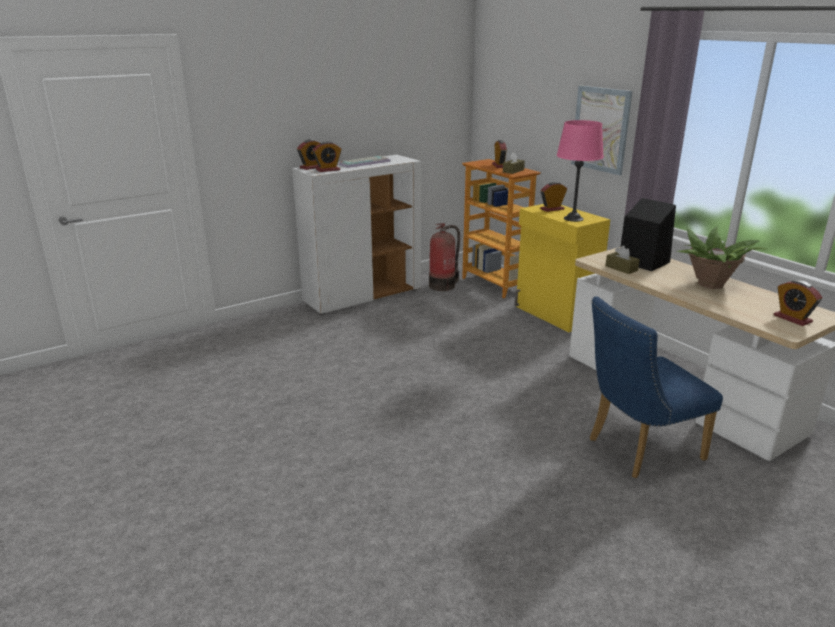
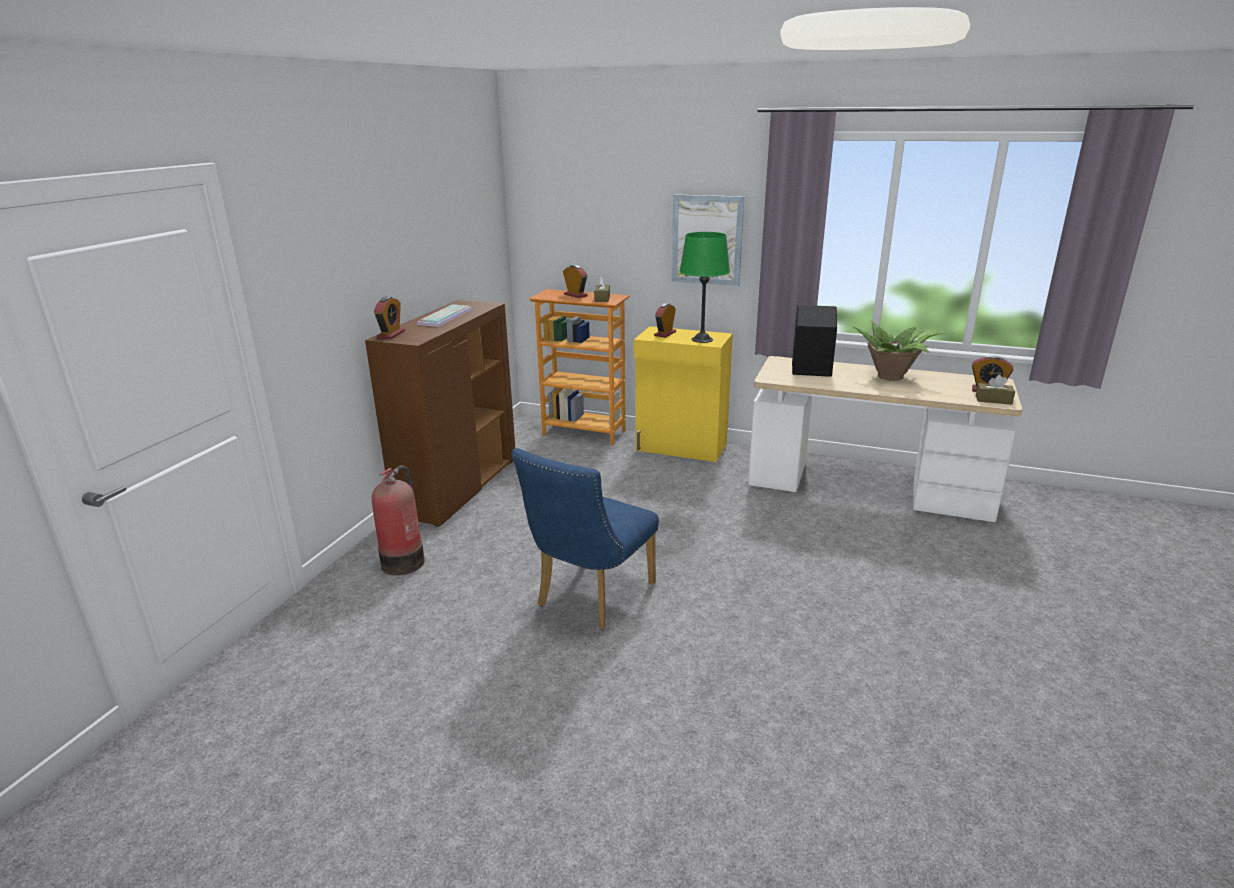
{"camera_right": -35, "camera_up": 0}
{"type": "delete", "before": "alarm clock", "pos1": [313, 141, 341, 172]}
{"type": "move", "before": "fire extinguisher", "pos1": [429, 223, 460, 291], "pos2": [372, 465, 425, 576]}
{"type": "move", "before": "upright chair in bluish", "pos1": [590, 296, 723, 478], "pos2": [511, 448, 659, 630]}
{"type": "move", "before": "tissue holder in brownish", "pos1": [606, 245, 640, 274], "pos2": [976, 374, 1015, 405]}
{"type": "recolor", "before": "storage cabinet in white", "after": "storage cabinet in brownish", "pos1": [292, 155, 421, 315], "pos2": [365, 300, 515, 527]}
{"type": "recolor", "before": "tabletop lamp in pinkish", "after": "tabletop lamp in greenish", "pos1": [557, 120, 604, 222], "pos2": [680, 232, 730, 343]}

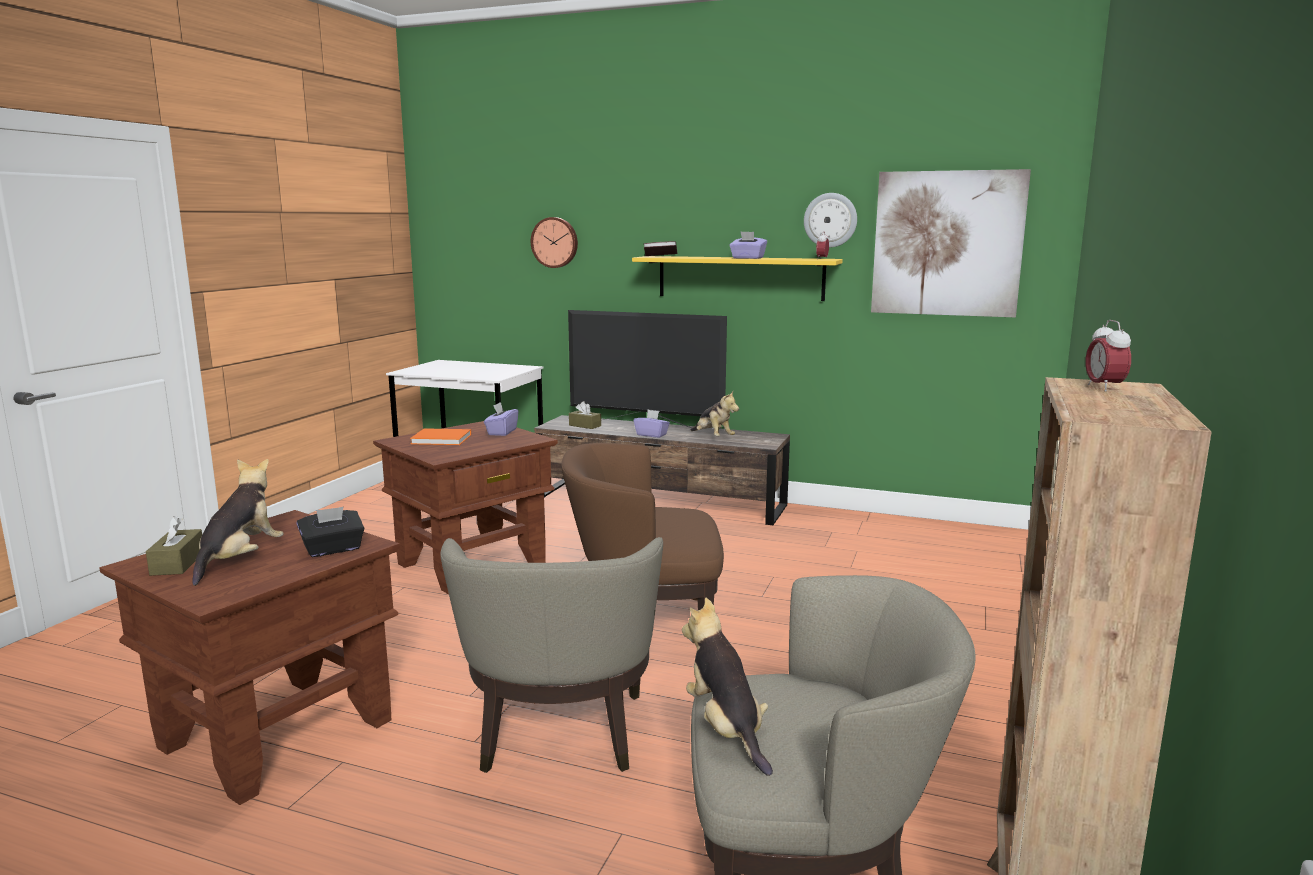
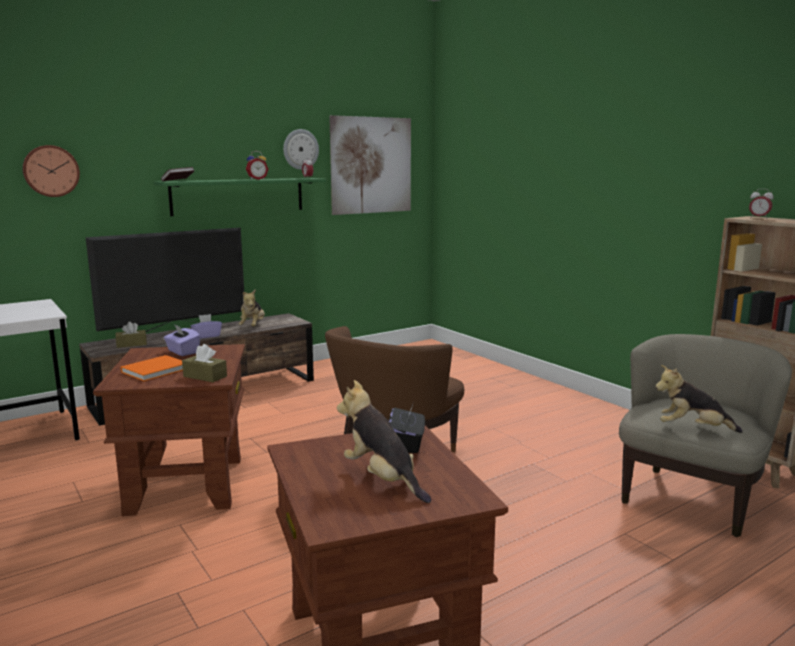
{"camera_right": -55, "camera_up": 0}
{"type": "delete", "before": "easy chair in beige-coloured", "pos1": [441, 537, 663, 773]}
{"type": "move", "before": "tissue holder in brownish", "pos1": [146, 516, 202, 576], "pos2": [182, 344, 227, 382]}
{"type": "replace", "before": "tissue holder in purplish", "after": "alarm clock", "pos1": [729, 231, 767, 259], "pos2": [246, 151, 268, 180]}
{"type": "recolor", "before": "shelf in yellow", "after": "shelf in greenish", "pos1": [632, 256, 843, 301], "pos2": [154, 178, 326, 216]}
{"type": "rotate", "before": "cuddly toy", "pos1": [690, 391, 739, 436], "pos2": [238, 289, 265, 326], "turn": 90}

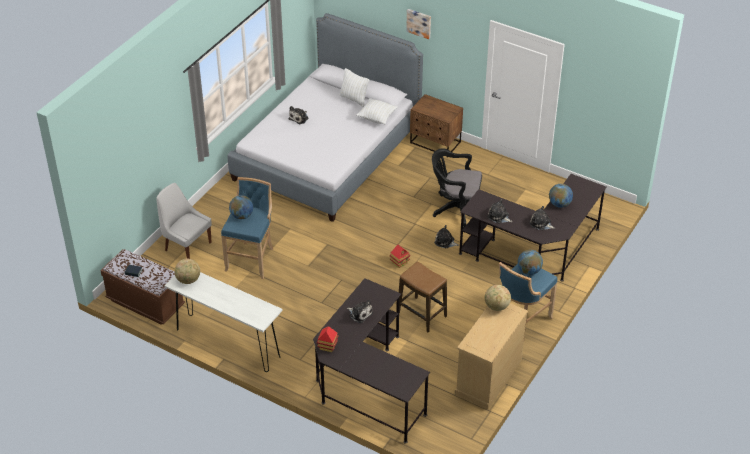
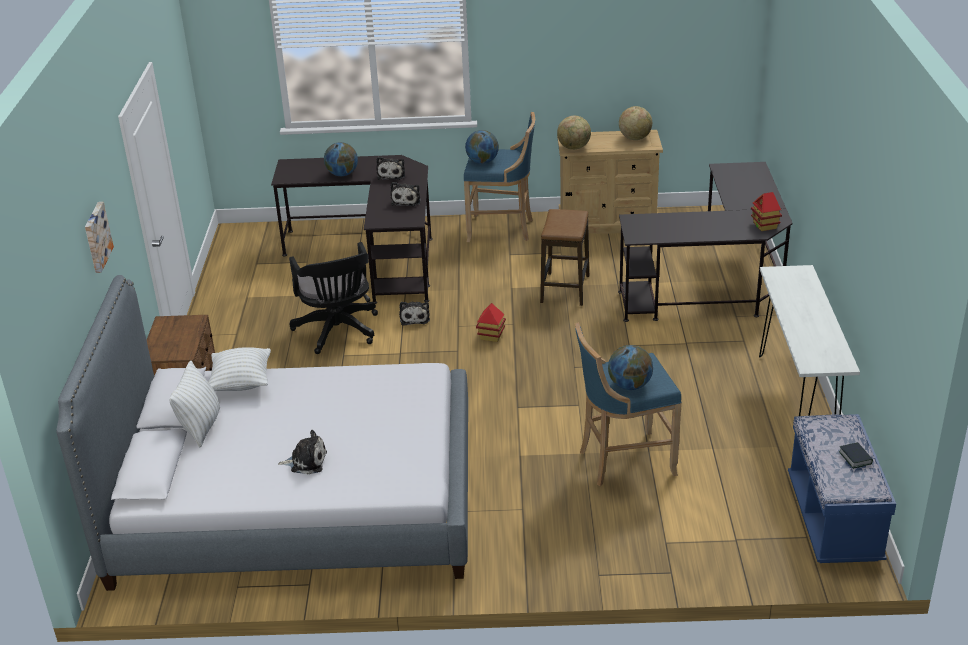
{"camera_right": -120, "camera_up": -10}
{"type": "delete", "before": "upright chair in white", "pos1": [156, 183, 212, 259]}
{"type": "delete", "before": "cuddly toy", "pos1": [347, 300, 373, 323]}
{"type": "move", "before": "world globe", "pos1": [174, 259, 200, 284], "pos2": [619, 106, 652, 140]}
{"type": "recolor", "before": "indoor bench in brownish", "after": "indoor bench in bluish", "pos1": [100, 249, 185, 325], "pos2": [788, 414, 896, 563]}

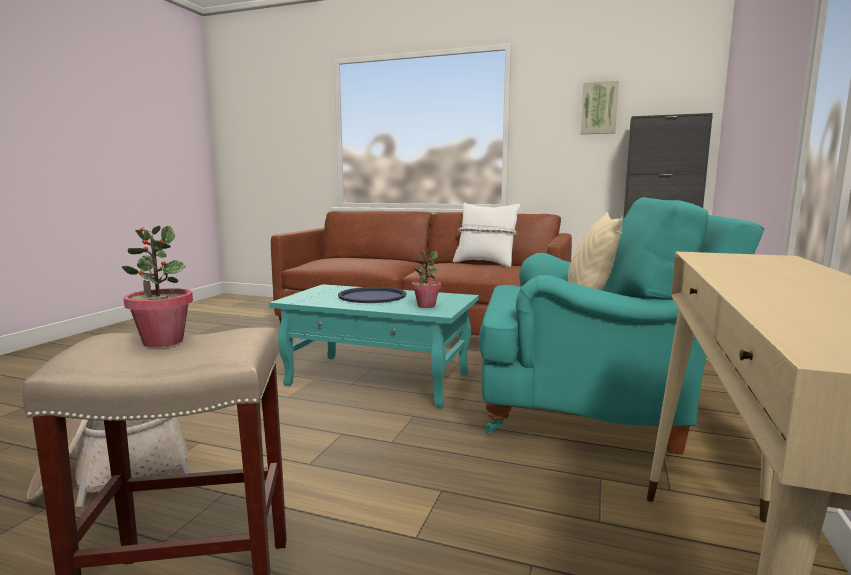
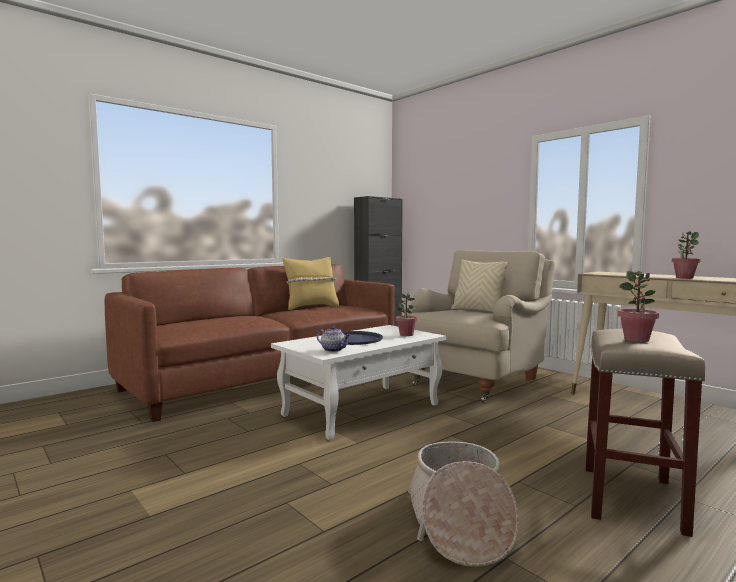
{"camera_right": -60, "camera_up": -5}
{"type": "delete", "before": "picture", "pos1": [581, 80, 619, 134]}
{"type": "insert", "after": "tea pot", "pos2": [317, 326, 351, 352]}
{"type": "insert", "after": "plant in a pot", "pos2": [672, 232, 701, 279]}
{"type": "recolor", "before": "low table in turquoise", "after": "low table in white", "pos1": [269, 284, 479, 408], "pos2": [271, 325, 446, 440]}
{"type": "recolor", "before": "pillow in white", "after": "pillow in yellow", "pos1": [453, 203, 520, 267], "pos2": [283, 257, 339, 310]}
{"type": "recolor", "before": "easy chair in turquoise", "after": "easy chair in beige-coloured", "pos1": [479, 197, 764, 454], "pos2": [403, 250, 555, 402]}

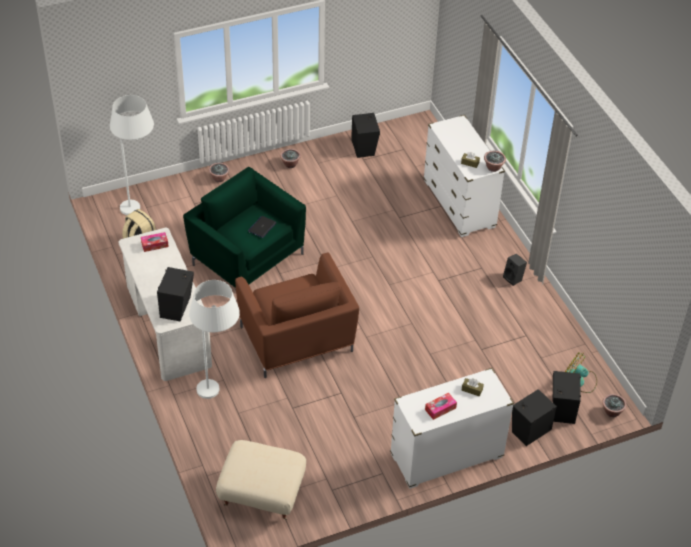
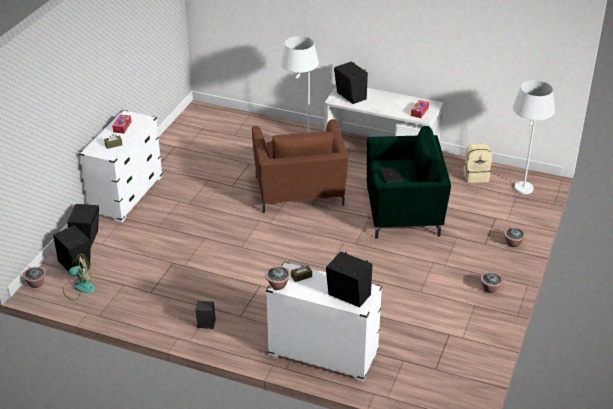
{"camera_right": 135, "camera_up": -10}
{"type": "delete", "before": "ottoman in beige-coloured", "pos1": [216, 440, 306, 520]}
{"type": "move", "before": "speaker in black", "pos1": [351, 113, 380, 158], "pos2": [326, 252, 372, 307]}
{"type": "rotate", "before": "easy chair in brownish", "pos1": [235, 253, 359, 378], "pos2": [252, 119, 348, 213], "turn": -120}

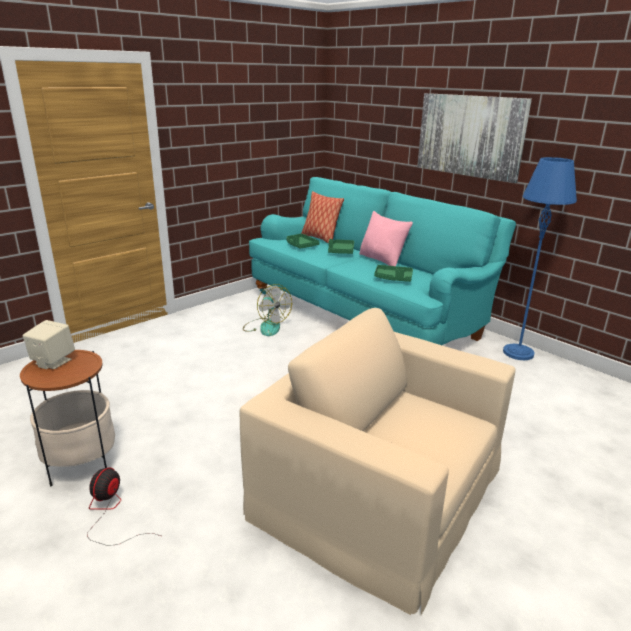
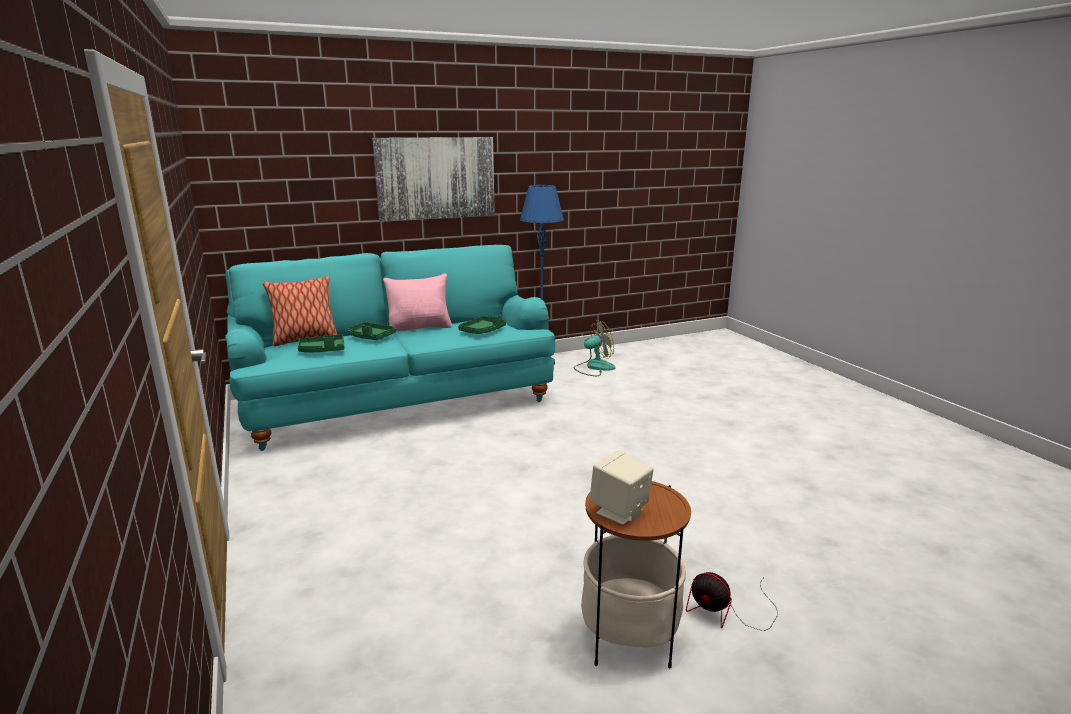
{"camera_right": -70, "camera_up": -5}
{"type": "delete", "before": "easy chair in beige-coloured", "pos1": [239, 308, 515, 615]}
{"type": "move", "before": "fan", "pos1": [243, 284, 292, 336], "pos2": [574, 320, 616, 376]}

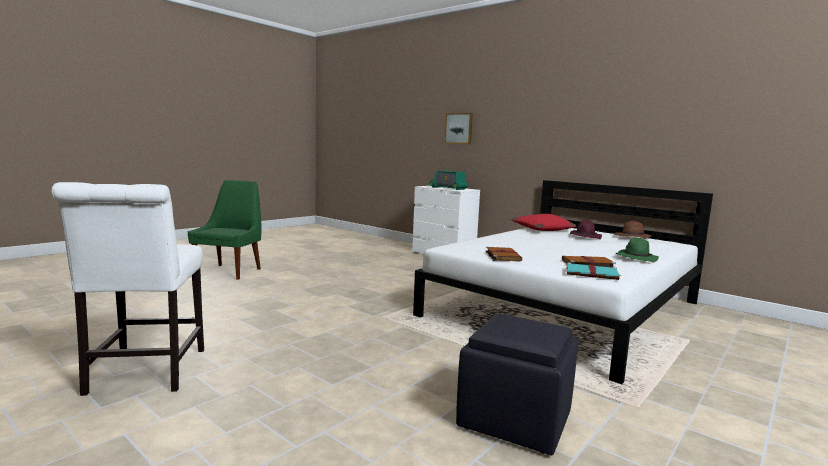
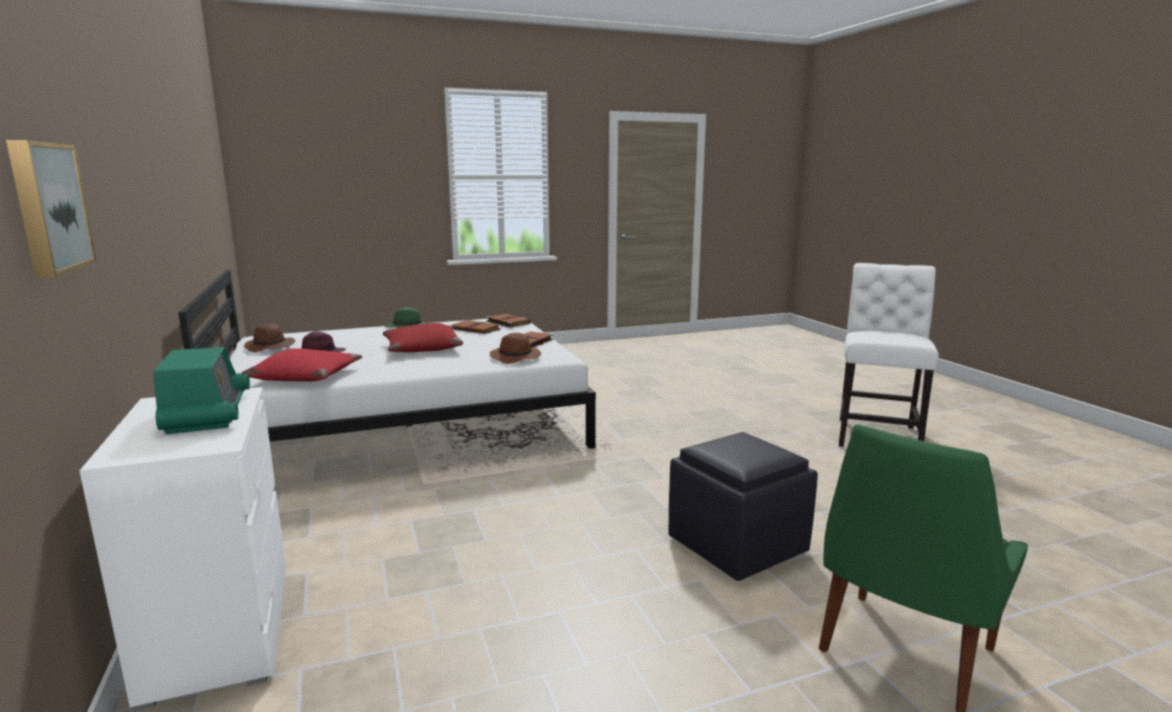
{"camera_right": -150, "camera_up": 5}
{"type": "insert", "after": "pillow in red-coloured", "pos2": [383, 323, 463, 352]}
{"type": "insert", "after": "clothing hat in brownish", "pos2": [490, 333, 541, 364]}
{"type": "move", "before": "ottoman in black", "pos1": [456, 314, 578, 455], "pos2": [669, 432, 818, 581]}
{"type": "recolor", "before": "volume in turquoise", "after": "volume in brownish", "pos1": [567, 263, 621, 280], "pos2": [486, 314, 531, 328]}

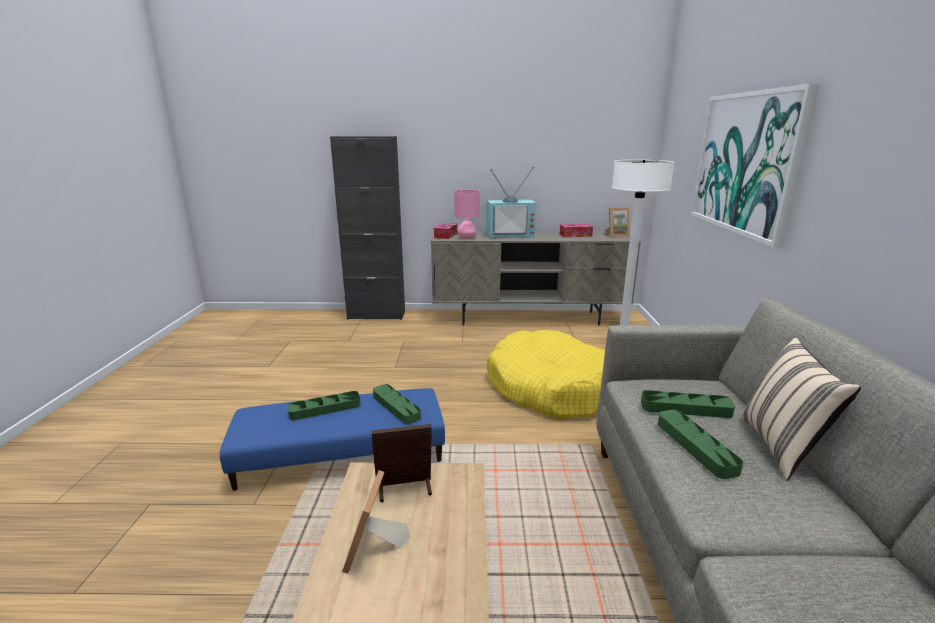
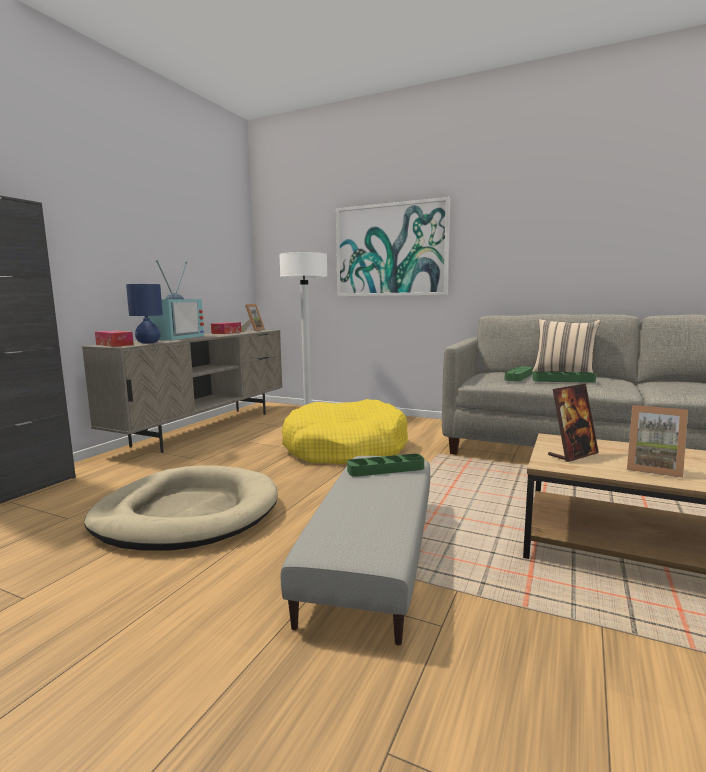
{"camera_right": -65, "camera_up": -10}
{"type": "delete", "before": "tray in greenish", "pos1": [288, 391, 361, 420]}
{"type": "insert", "after": "dog bed in beige-coloured", "pos2": [84, 465, 278, 551]}
{"type": "recolor", "before": "ottoman in bluish", "after": "ottoman in greyish", "pos1": [220, 388, 445, 491], "pos2": [281, 456, 430, 645]}
{"type": "recolor", "before": "tabletop lamp in pinkish", "after": "tabletop lamp in bluish", "pos1": [454, 190, 480, 239], "pos2": [126, 284, 163, 343]}
{"type": "rotate", "before": "standing frame", "pos1": [372, 424, 432, 502], "pos2": [548, 384, 599, 462], "turn": -135}

